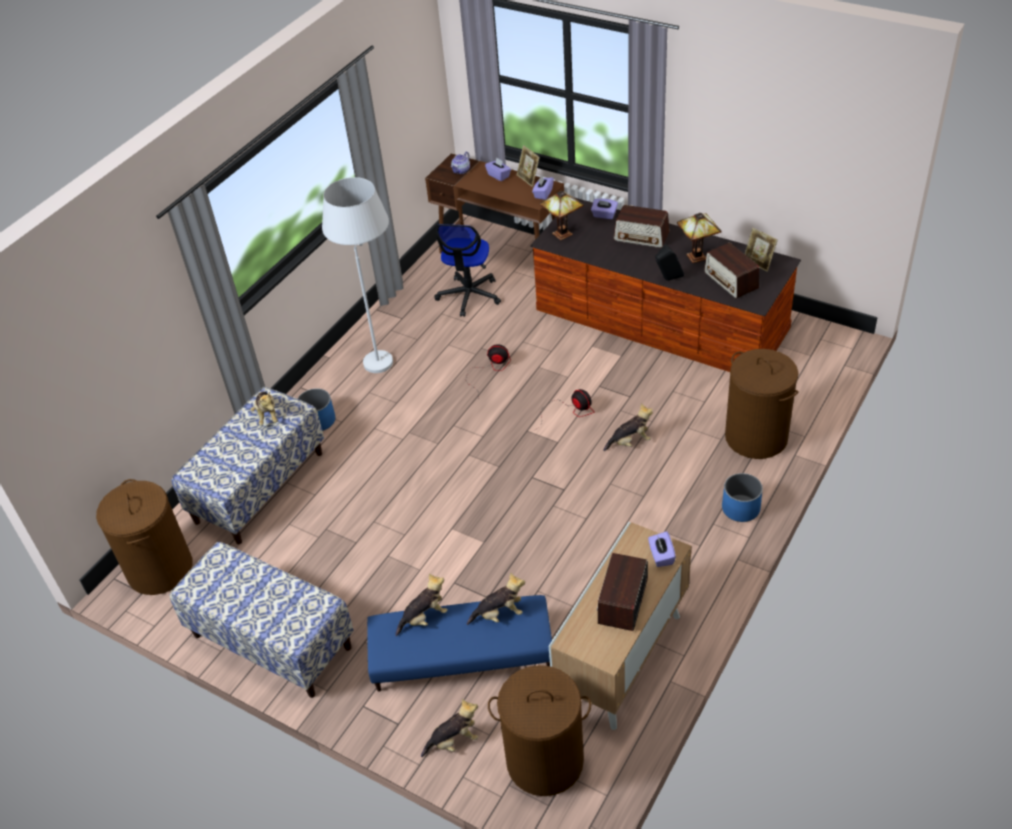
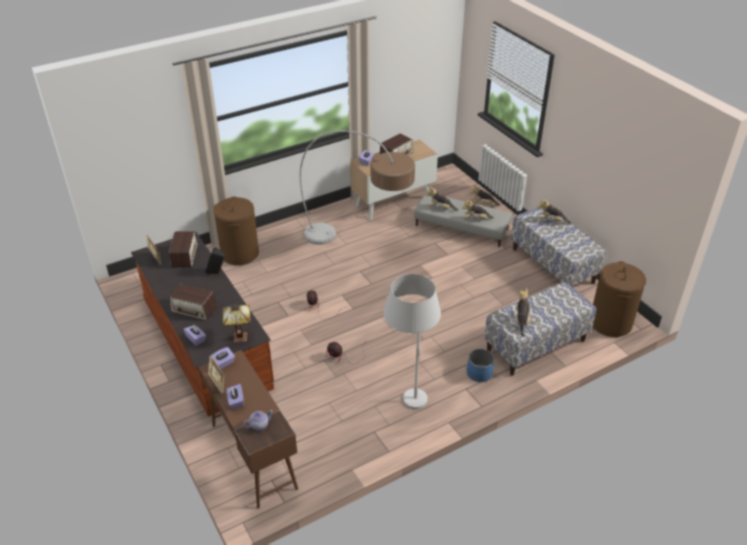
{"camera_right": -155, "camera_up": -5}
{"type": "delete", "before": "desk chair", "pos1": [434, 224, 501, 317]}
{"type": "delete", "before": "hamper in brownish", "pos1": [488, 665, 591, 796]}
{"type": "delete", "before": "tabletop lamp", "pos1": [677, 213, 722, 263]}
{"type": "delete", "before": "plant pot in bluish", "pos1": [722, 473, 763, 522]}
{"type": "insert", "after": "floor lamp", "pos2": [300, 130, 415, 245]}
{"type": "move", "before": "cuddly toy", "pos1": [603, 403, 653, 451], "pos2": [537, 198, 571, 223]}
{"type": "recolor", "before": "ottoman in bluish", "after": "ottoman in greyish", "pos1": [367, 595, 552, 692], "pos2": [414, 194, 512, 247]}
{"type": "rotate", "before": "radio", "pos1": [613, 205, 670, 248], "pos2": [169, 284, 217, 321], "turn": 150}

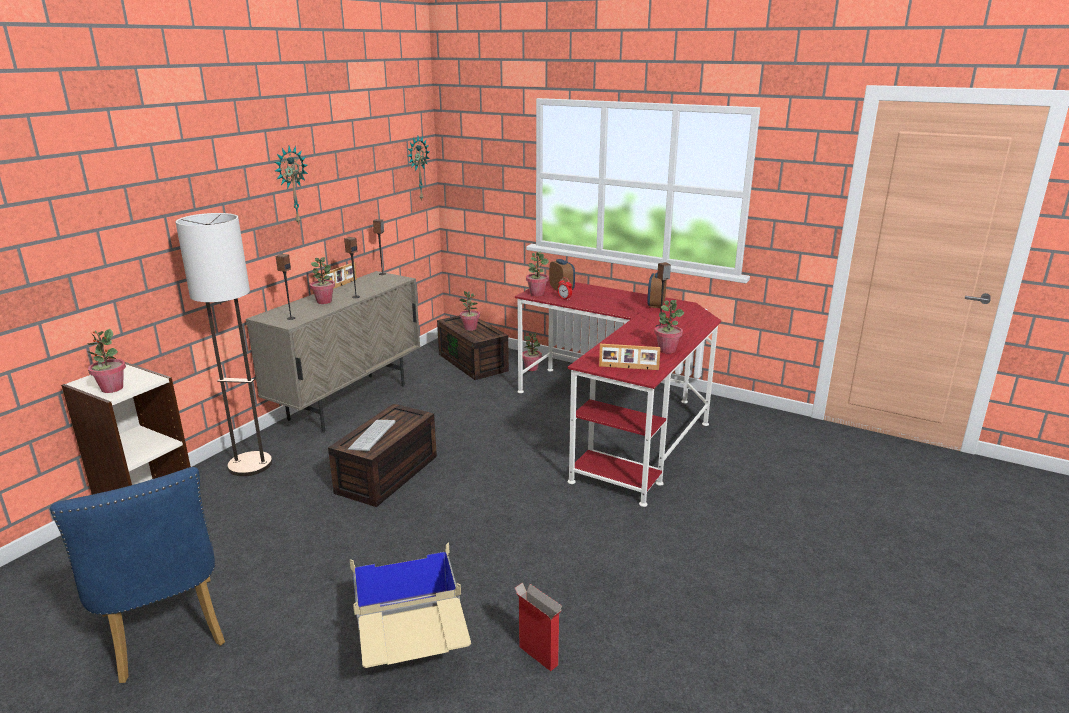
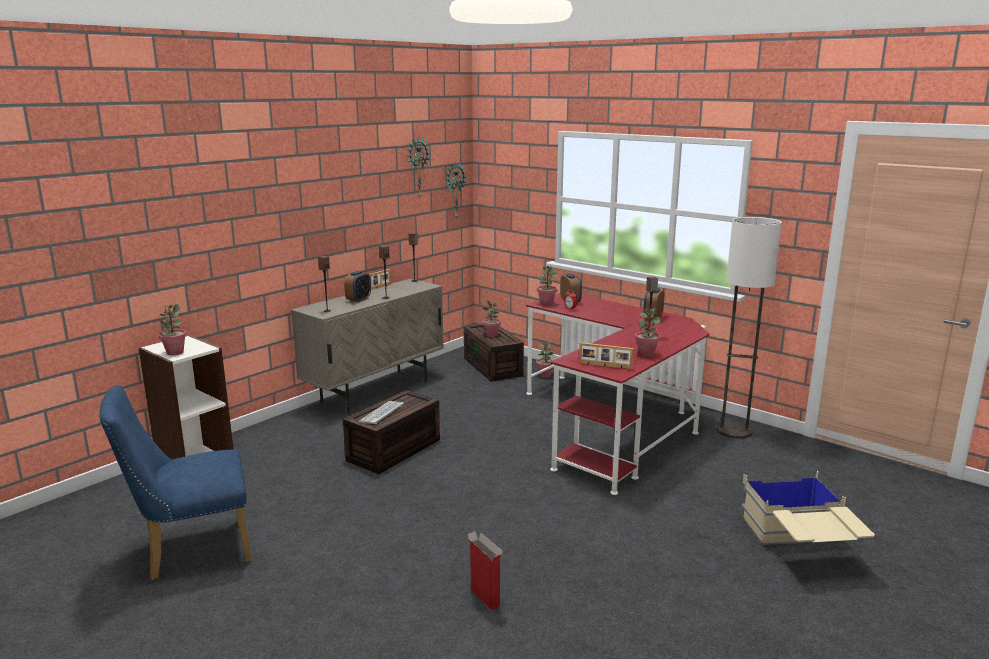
{"camera_right": 10, "camera_up": -5}
{"type": "move", "before": "floor lamp", "pos1": [176, 213, 272, 476], "pos2": [716, 217, 782, 439]}
{"type": "move", "before": "wall clock", "pos1": [275, 146, 308, 225], "pos2": [407, 137, 431, 197]}
{"type": "move", "before": "storage bin in beige-coloured", "pos1": [350, 543, 471, 668], "pos2": [742, 471, 875, 545]}
{"type": "replace", "before": "plant in a pot", "after": "alarm clock", "pos1": [310, 257, 335, 304], "pos2": [344, 271, 371, 302]}
{"type": "rotate", "before": "upright chair in bluish", "pos1": [50, 467, 225, 683], "pos2": [99, 385, 252, 580], "turn": 90}

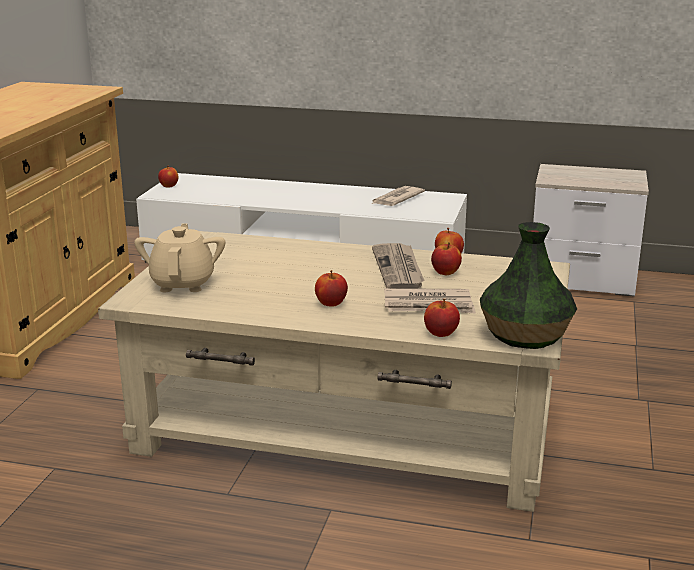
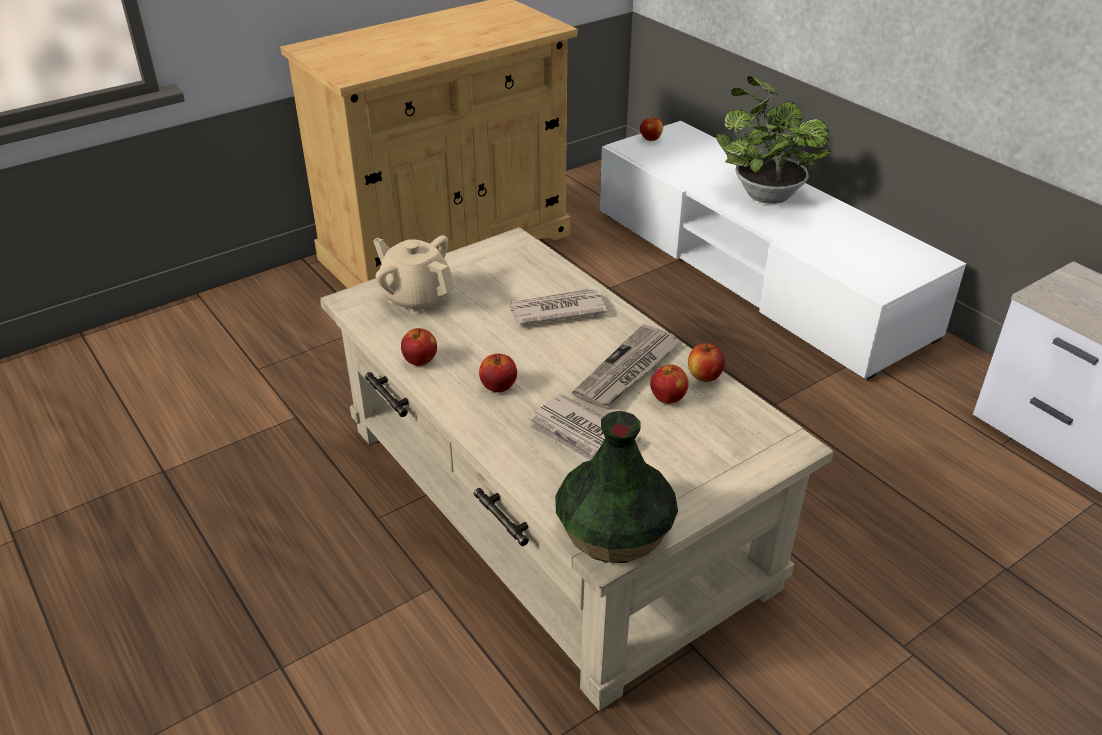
{"camera_right": 40, "camera_up": 15}
{"type": "insert", "after": "plant in a pot", "pos2": [716, 76, 831, 204]}
{"type": "move", "before": "daily paper", "pos1": [372, 186, 425, 206], "pos2": [508, 289, 607, 325]}
{"type": "move", "before": "apple fruit", "pos1": [424, 299, 460, 337], "pos2": [401, 328, 437, 366]}
{"type": "rotate", "before": "tea pot in beige-coloured", "pos1": [134, 223, 225, 292], "pos2": [373, 235, 454, 315], "turn": -90}

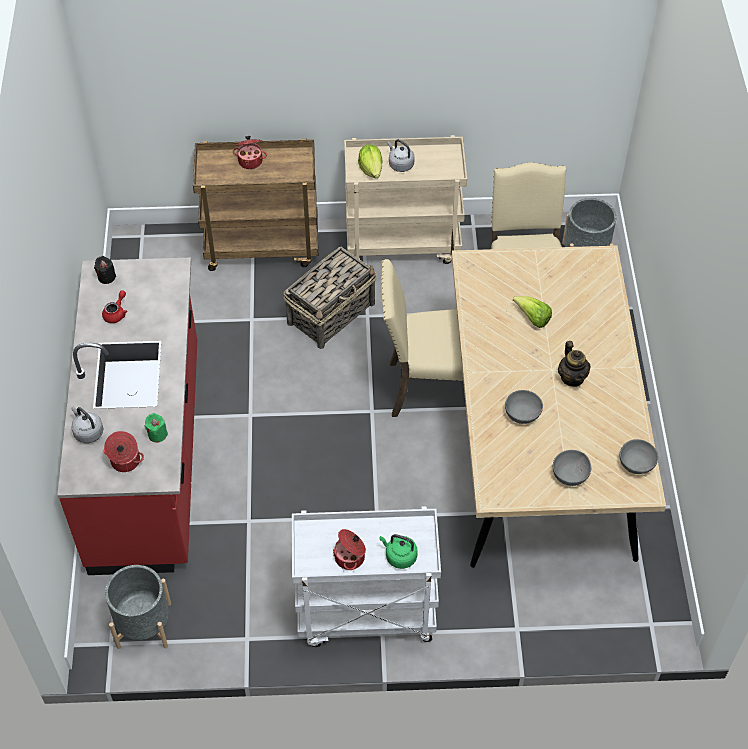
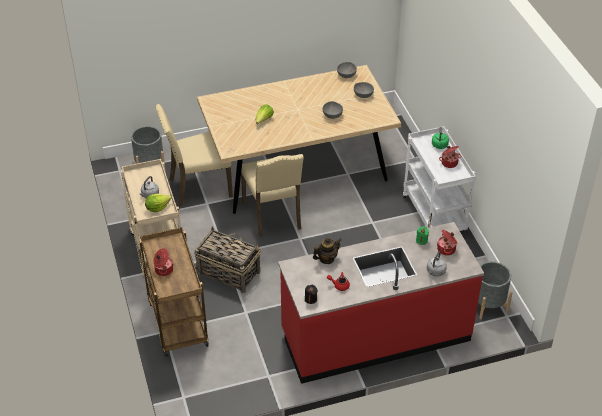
{"camera_right": -105, "camera_up": -10}
{"type": "move", "before": "tea pot", "pos1": [558, 341, 591, 387], "pos2": [313, 238, 342, 264]}

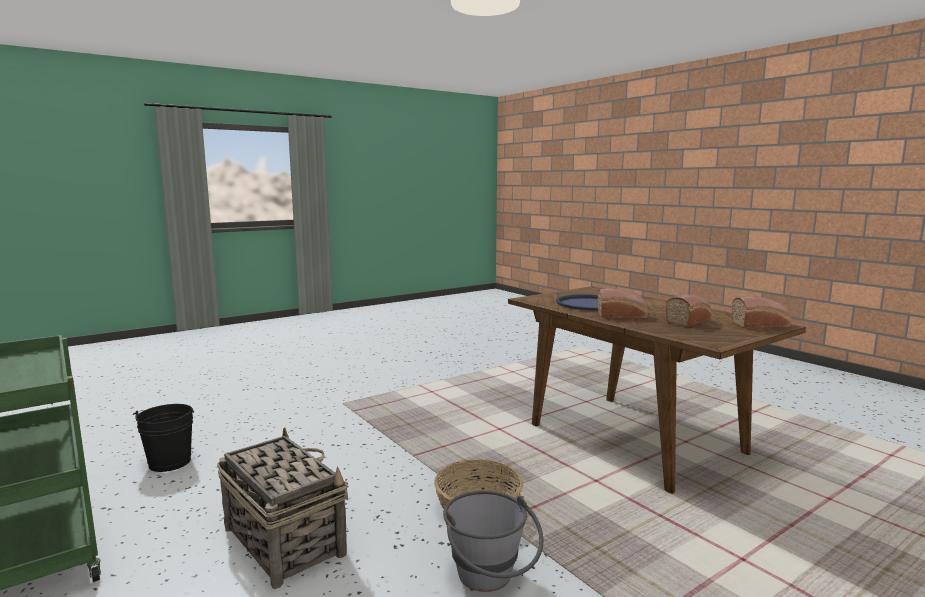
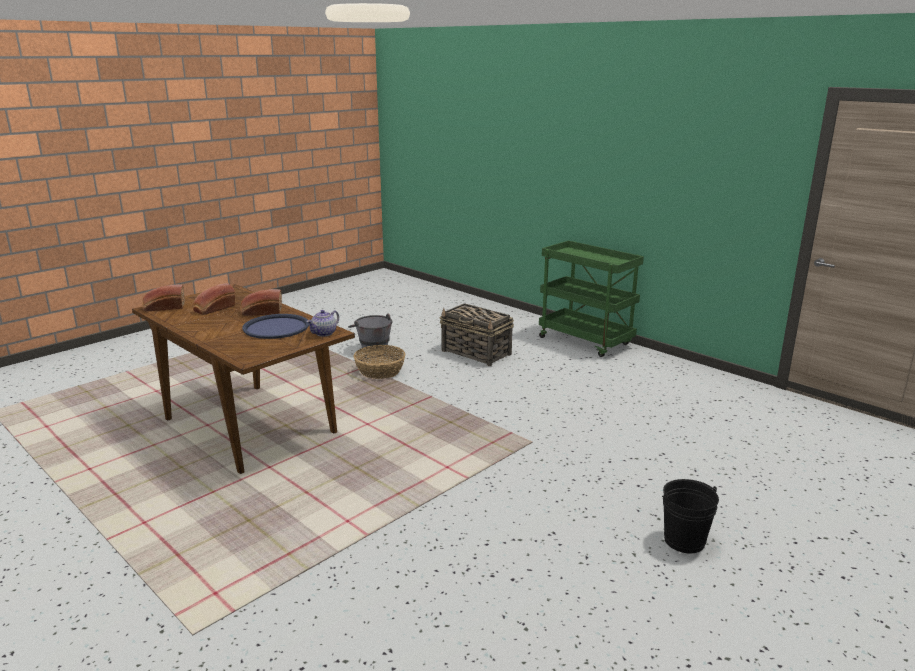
{"camera_right": 170, "camera_up": 10}
{"type": "insert", "after": "tea pot", "pos2": [306, 310, 339, 337]}
{"type": "move", "before": "pail in black", "pos1": [132, 404, 194, 472], "pos2": [662, 479, 719, 553]}

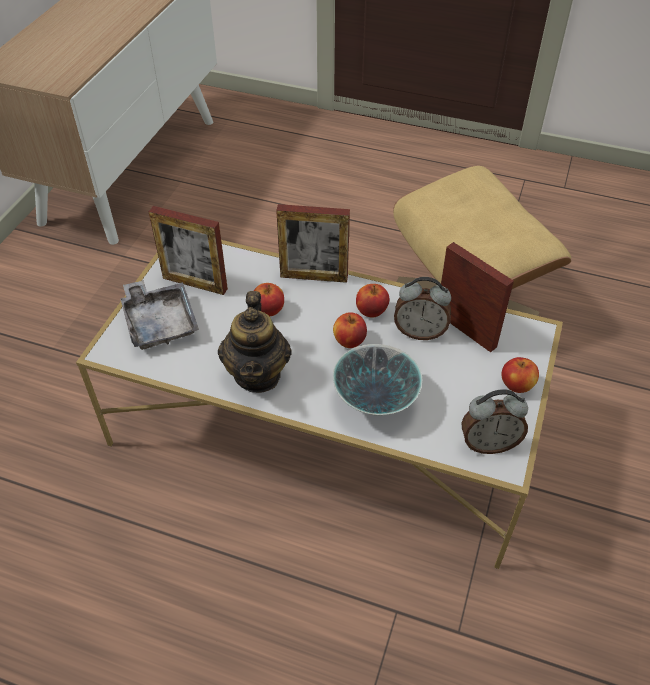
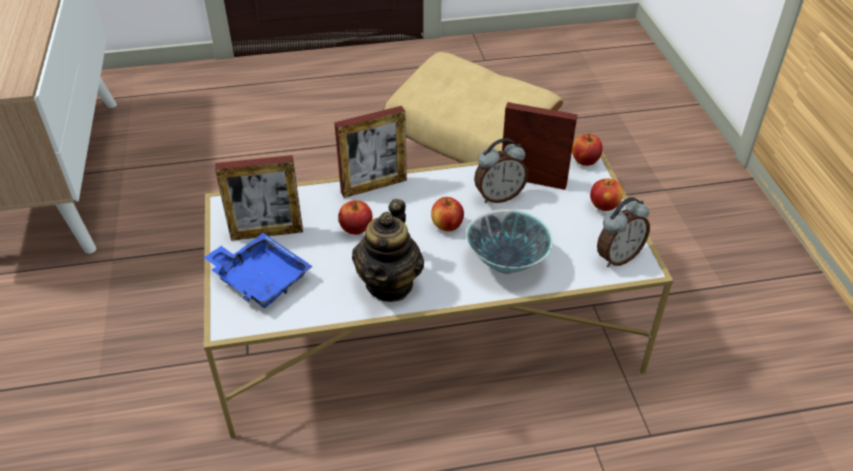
{"camera_right": -30, "camera_up": -5}
{"type": "move", "before": "apple fruit", "pos1": [356, 284, 389, 318], "pos2": [572, 133, 603, 166]}
{"type": "recolor", "before": "tray in greyish", "after": "tray in bluish", "pos1": [120, 280, 199, 350], "pos2": [204, 233, 313, 308]}
{"type": "rotate", "before": "tea pot", "pos1": [218, 291, 292, 393], "pos2": [352, 199, 424, 302], "turn": 45}

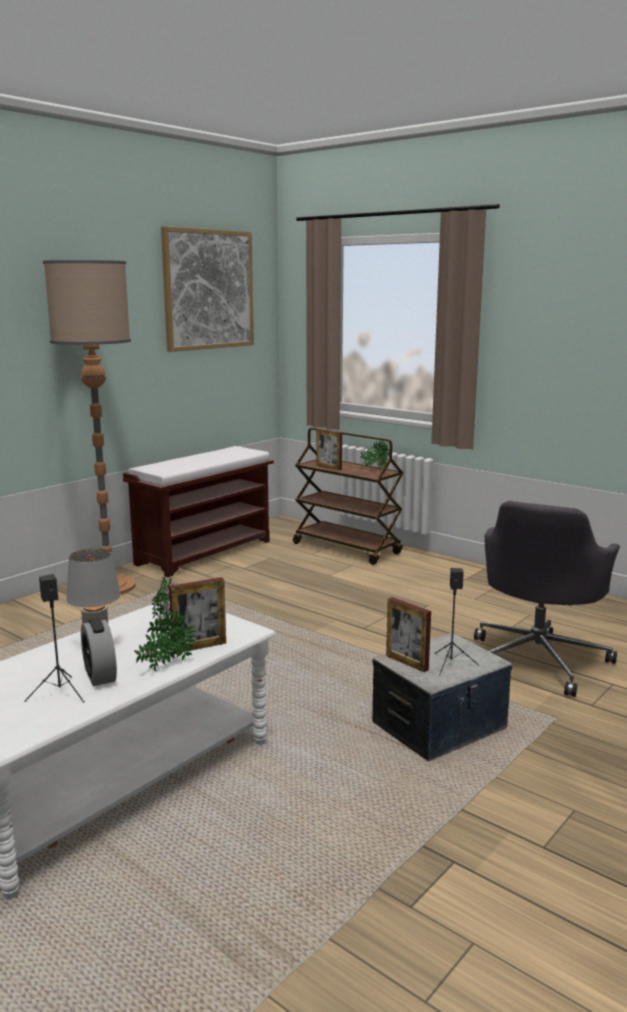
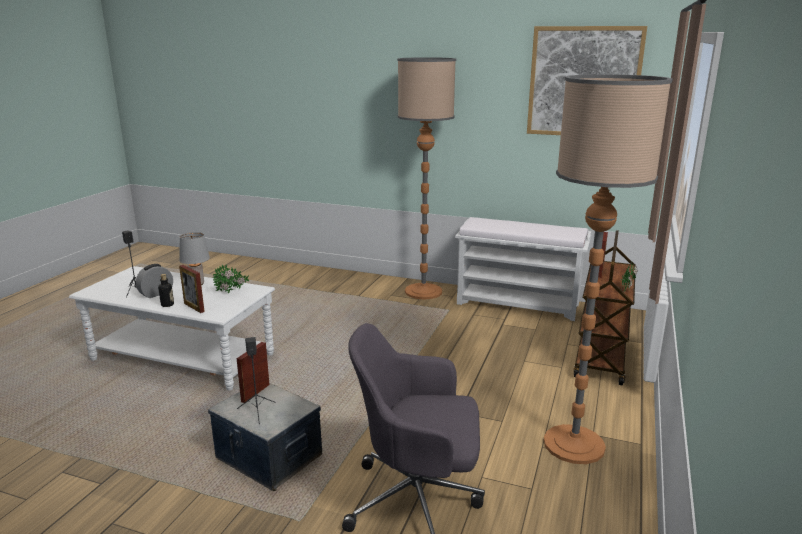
{"camera_right": 70, "camera_up": 5}
{"type": "insert", "after": "floor lamp", "pos2": [544, 74, 673, 464]}
{"type": "replace", "before": "plant in a pot", "after": "drink bottle", "pos1": [134, 610, 196, 671], "pos2": [158, 274, 174, 307]}
{"type": "recolor", "before": "indoor bench in brownish", "after": "indoor bench in white", "pos1": [123, 446, 274, 577], "pos2": [455, 217, 591, 321]}

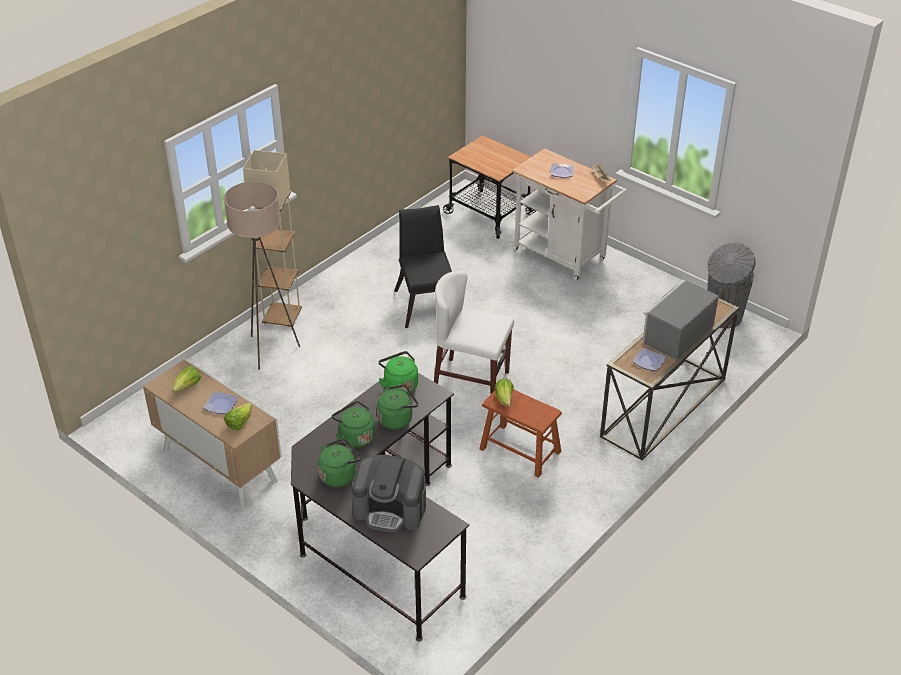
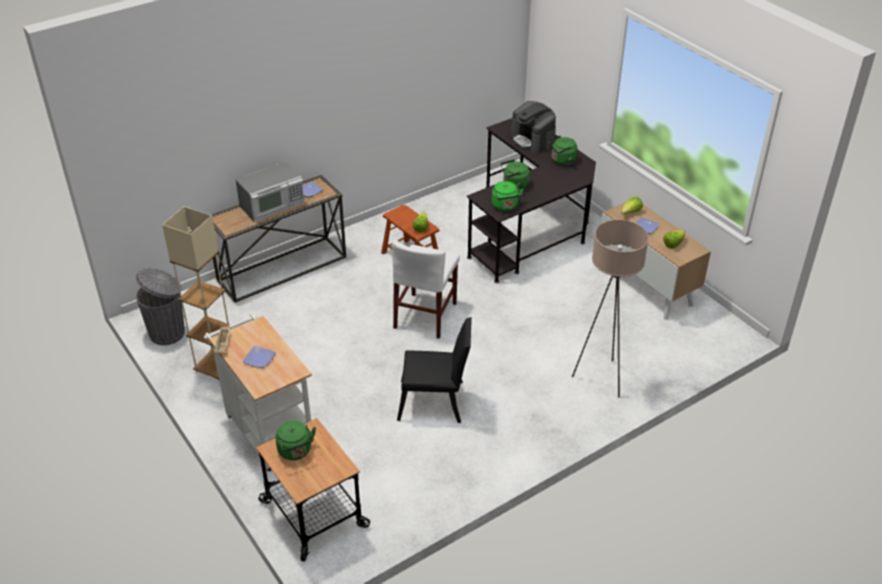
{"camera_right": -165, "camera_up": 0}
{"type": "move", "before": "floor lamp in beige-coloured", "pos1": [243, 150, 302, 330], "pos2": [162, 206, 230, 380]}
{"type": "move", "before": "tea kettle in greenish", "pos1": [332, 401, 375, 448], "pos2": [276, 421, 316, 460]}
{"type": "rotate", "before": "coffee machine", "pos1": [352, 455, 426, 532], "pos2": [511, 101, 556, 153], "turn": -150}
{"type": "rotate", "before": "upright chair in black", "pos1": [394, 205, 452, 328], "pos2": [397, 317, 472, 423], "turn": -90}
{"type": "rotate", "before": "upright chair in white", "pos1": [434, 271, 514, 394], "pos2": [392, 239, 460, 339], "turn": 75}

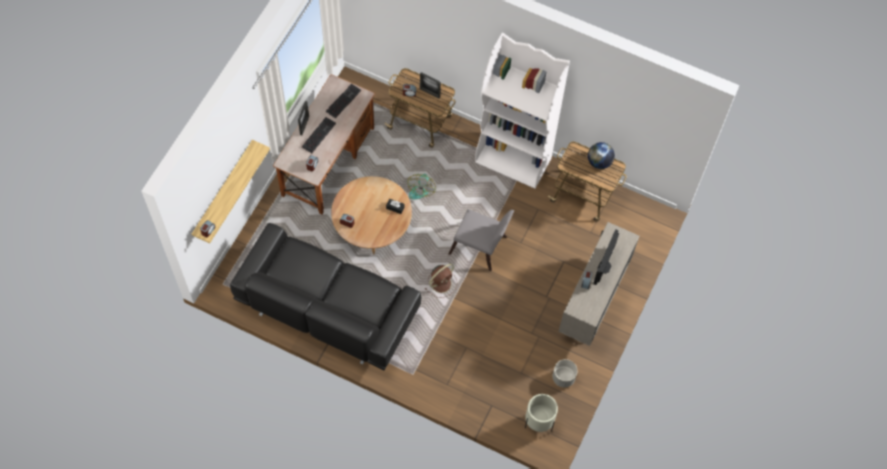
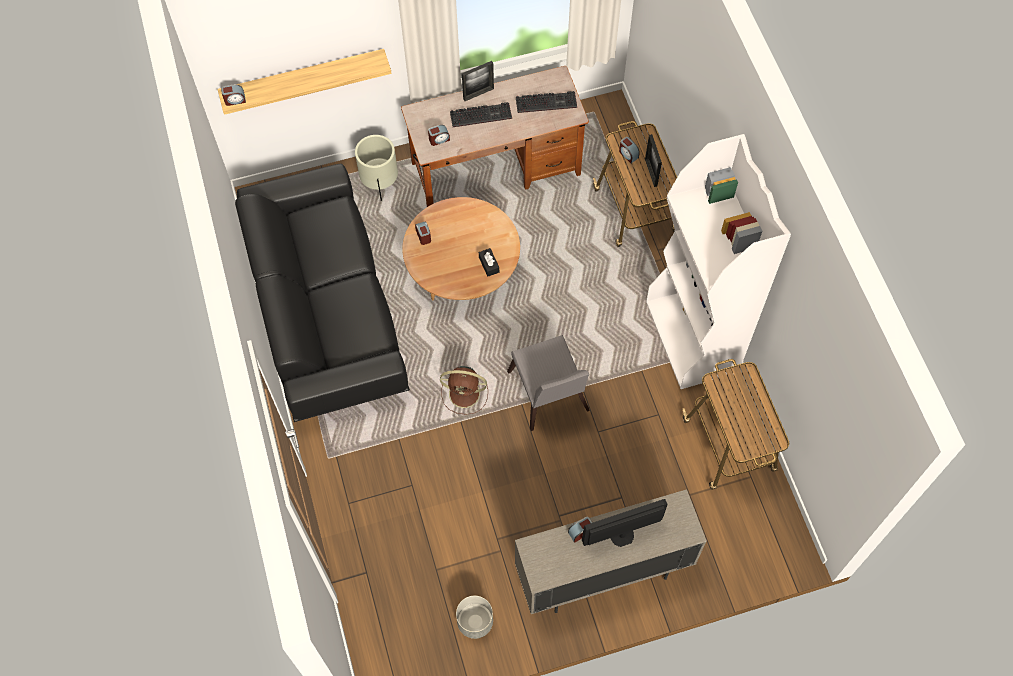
{"camera_right": 50, "camera_up": 0}
{"type": "delete", "before": "fan", "pos1": [406, 174, 436, 199]}
{"type": "delete", "before": "world globe", "pos1": [588, 142, 615, 169]}
{"type": "move", "before": "plant pot in beige-coloured", "pos1": [525, 394, 558, 432], "pos2": [355, 135, 398, 201]}

